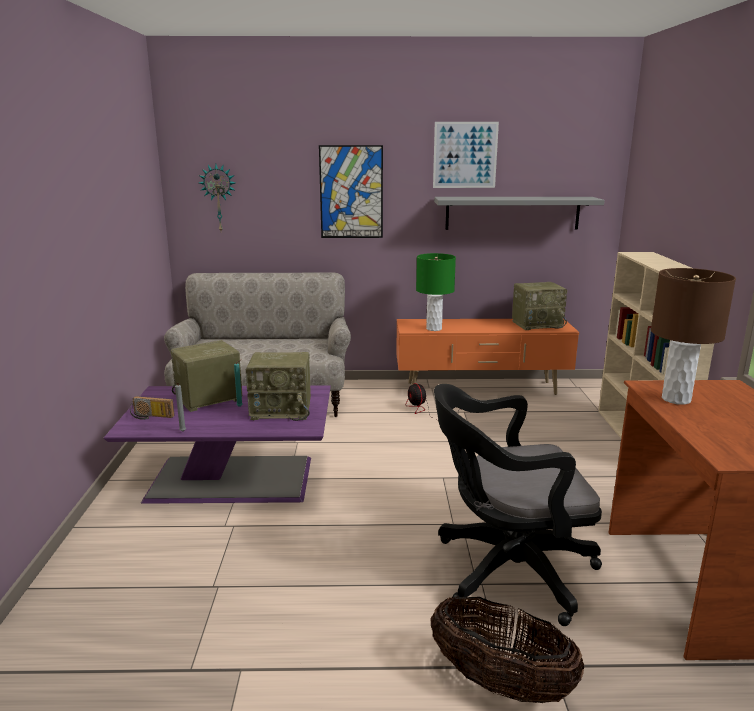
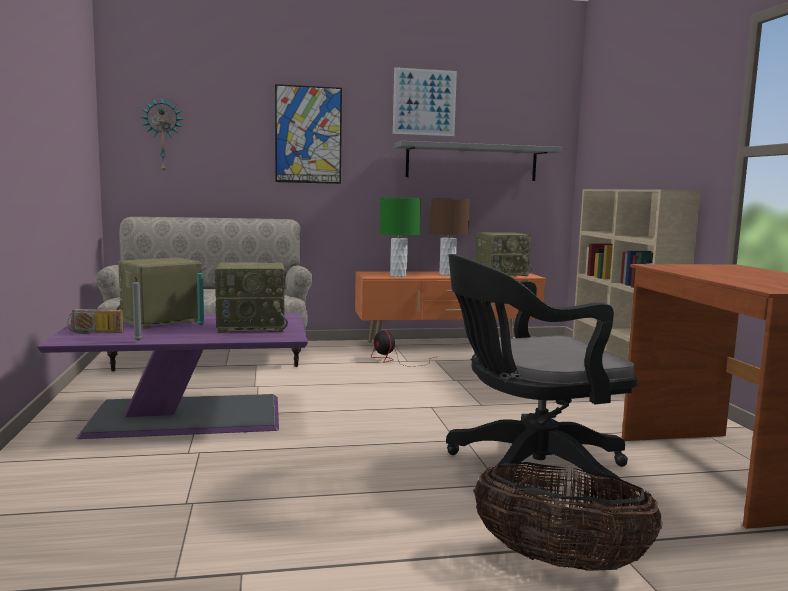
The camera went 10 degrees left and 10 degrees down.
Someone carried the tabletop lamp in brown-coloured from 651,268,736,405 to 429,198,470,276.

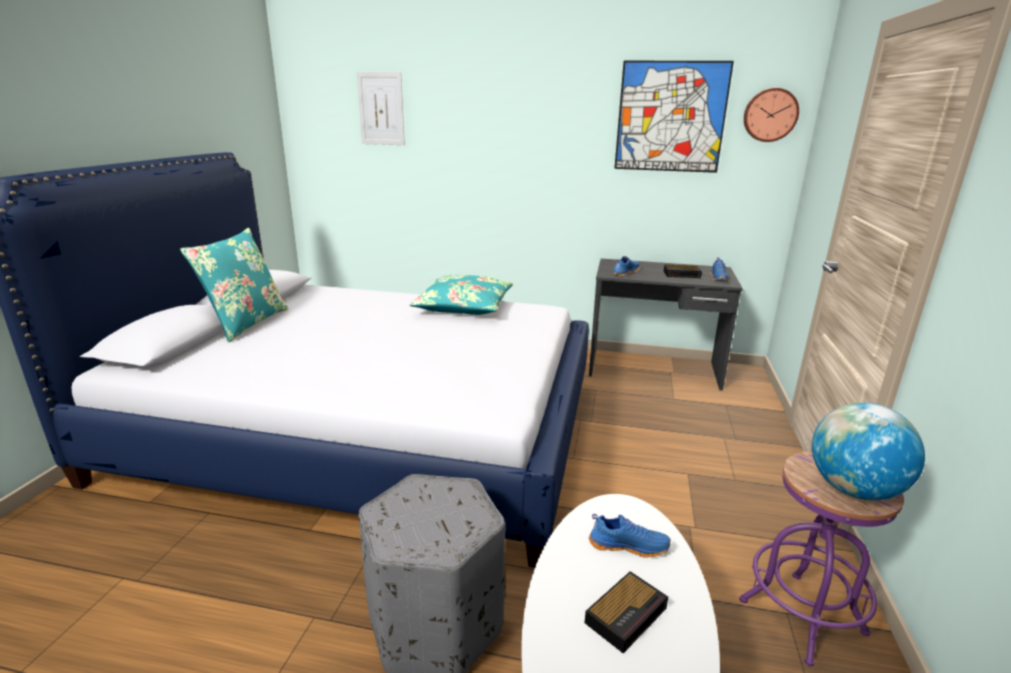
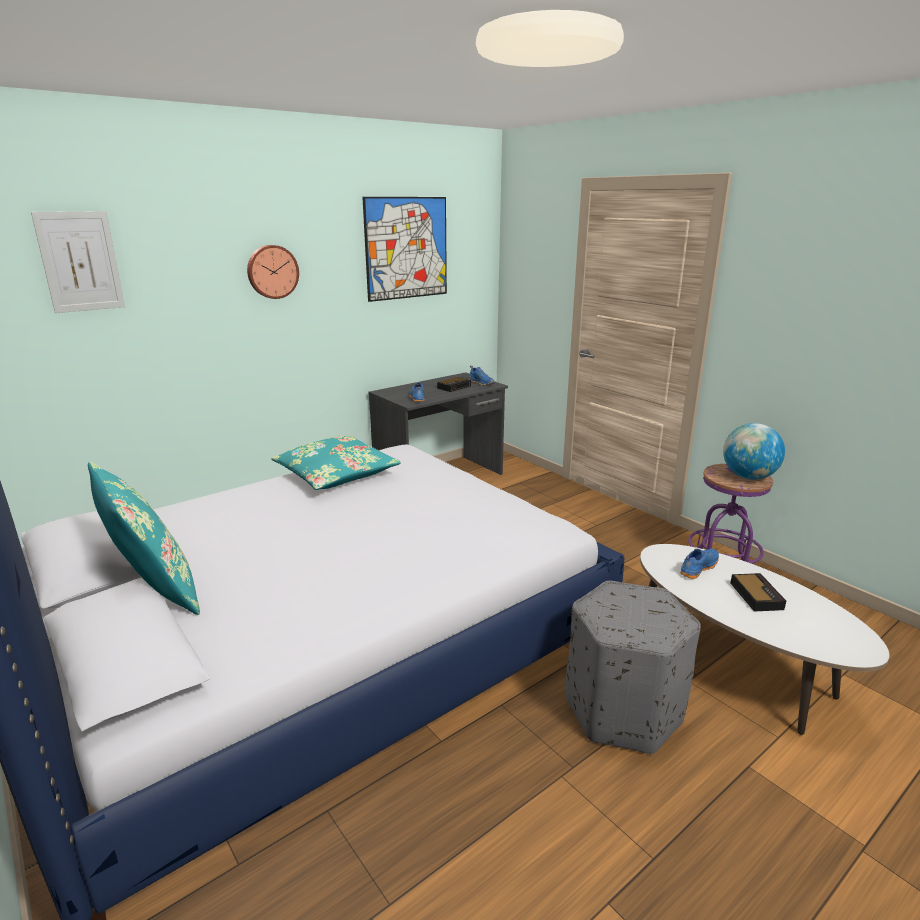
The camera went 50 degrees left and 0 degrees up.
Someone carried the clock on the wall from 744,88,799,142 to 247,245,299,299.

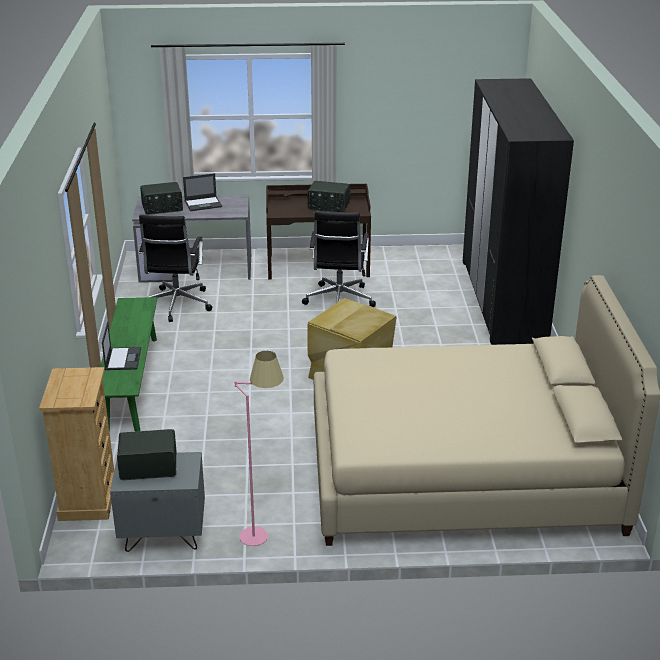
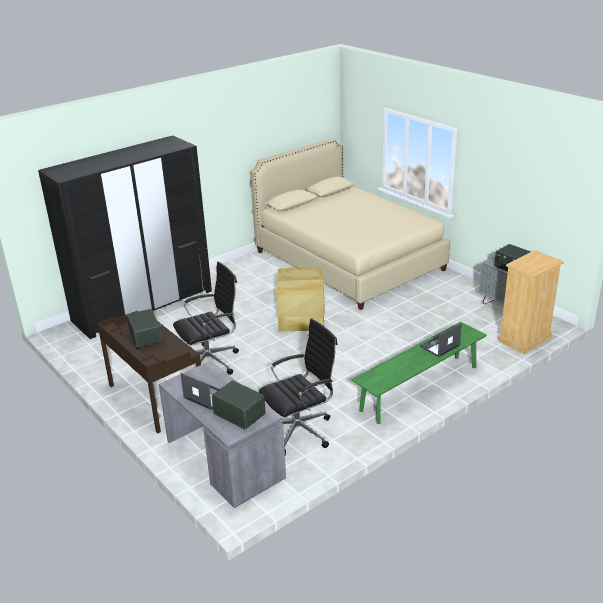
The camera went 125 degrees left and 0 degrees up.
Someone took away the floor lamp in pink at 235,351,284,546.

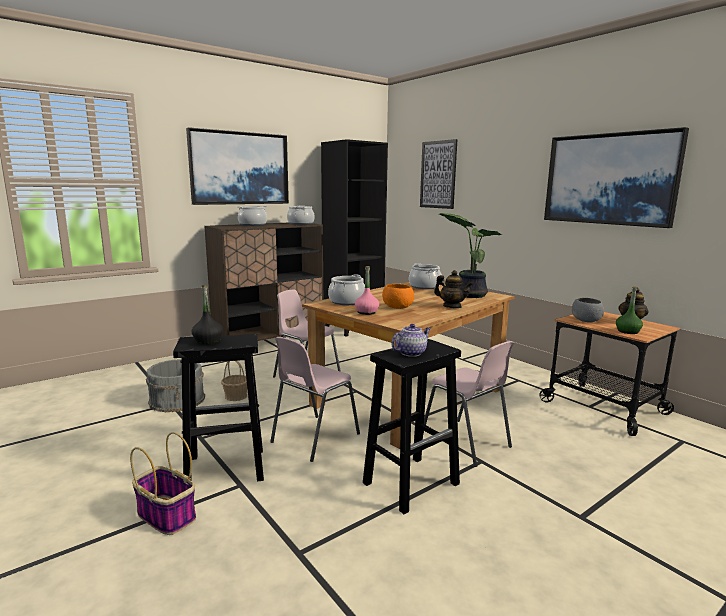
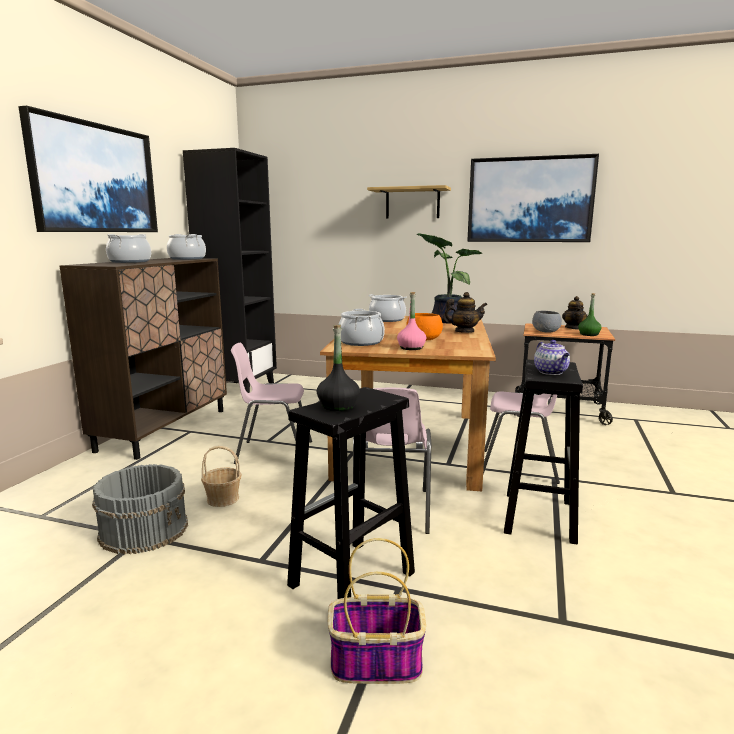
The camera went 35 degrees left and 0 degrees up.
Someone put up the bracket shelf at 367,185,451,219.
Someone rotated the teapot at 391,324,431,357 by 150 degrees clockwise.
Someone took away the wall art at 420,139,457,209.

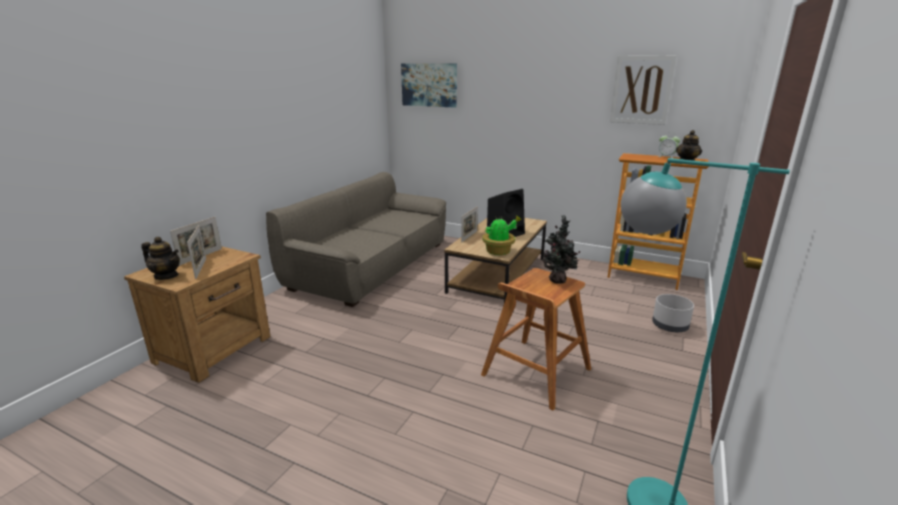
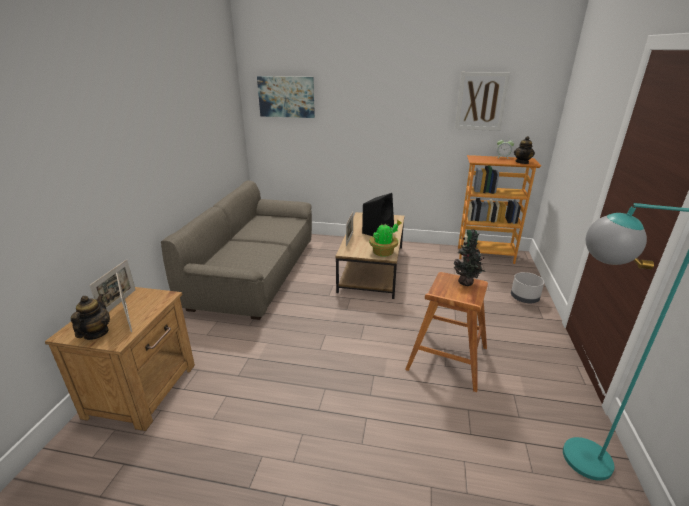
The camera went 15 degrees left and 5 degrees up.
Someone rotated the teapot at 141,237,180,280 by 90 degrees counterclockwise.

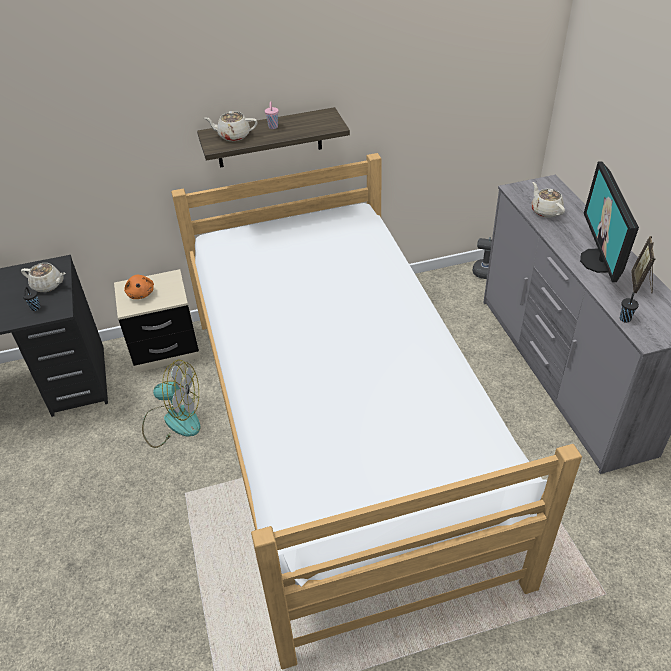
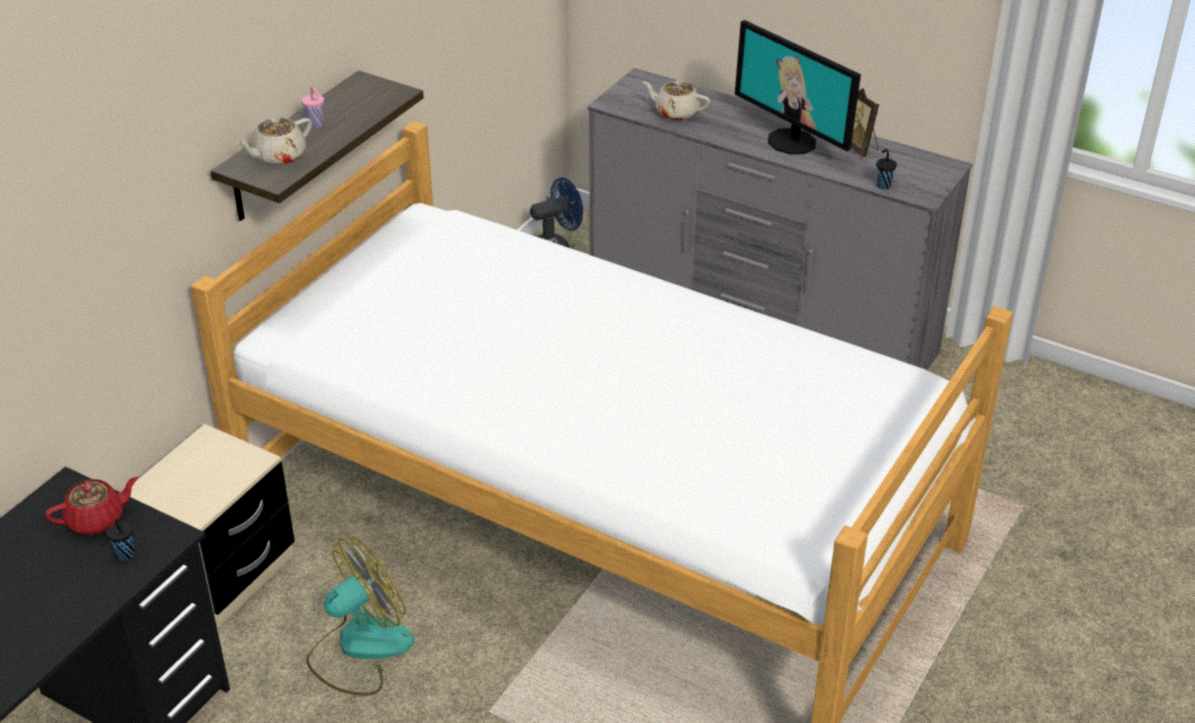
The camera went 45 degrees left and 5 degrees down.
Someone repainted the teapot in beige at 21,263,66,292, which became the teapot in red-coloured at 45,477,139,535.
Someone took away the cuddly toy in orangey at 124,275,154,299.

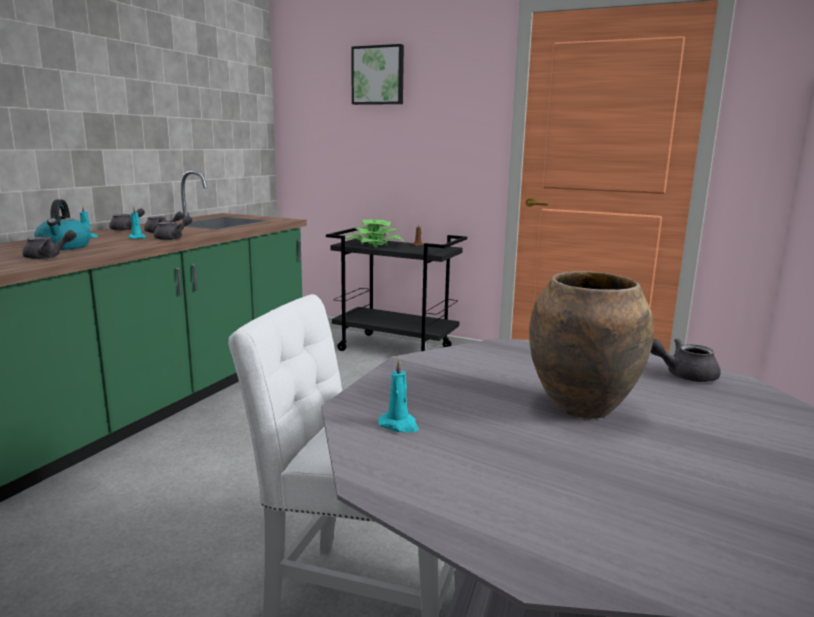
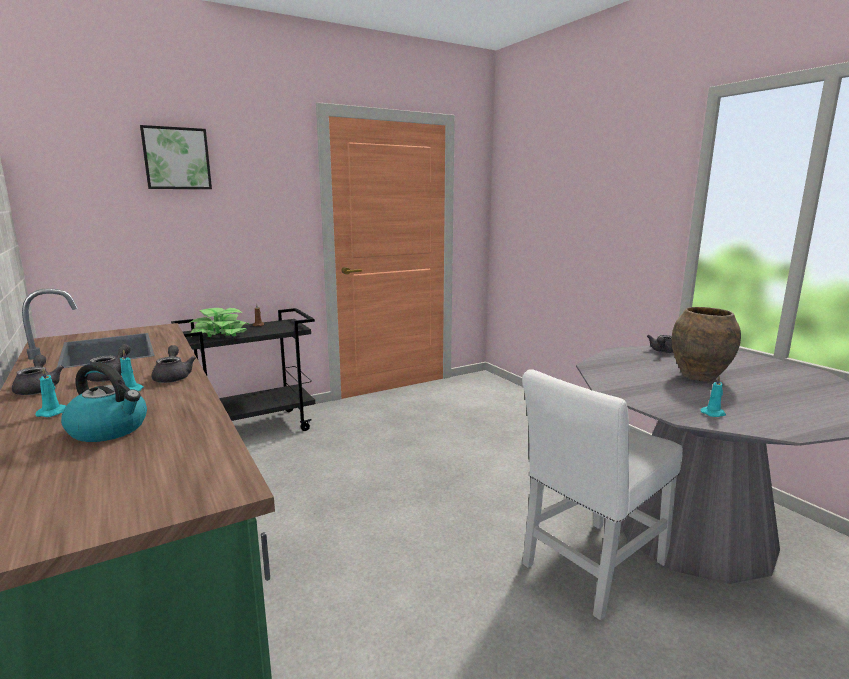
The camera went 55 degrees left and 0 degrees up.
Someone took away the teapot in grey at 22,230,77,259.

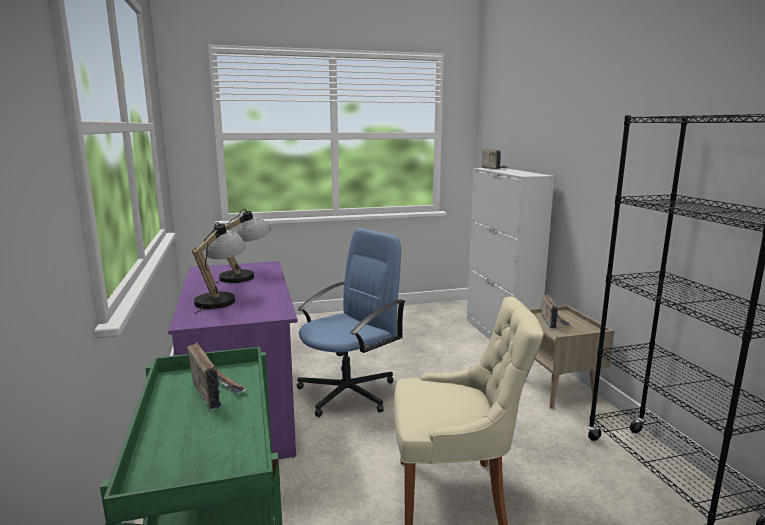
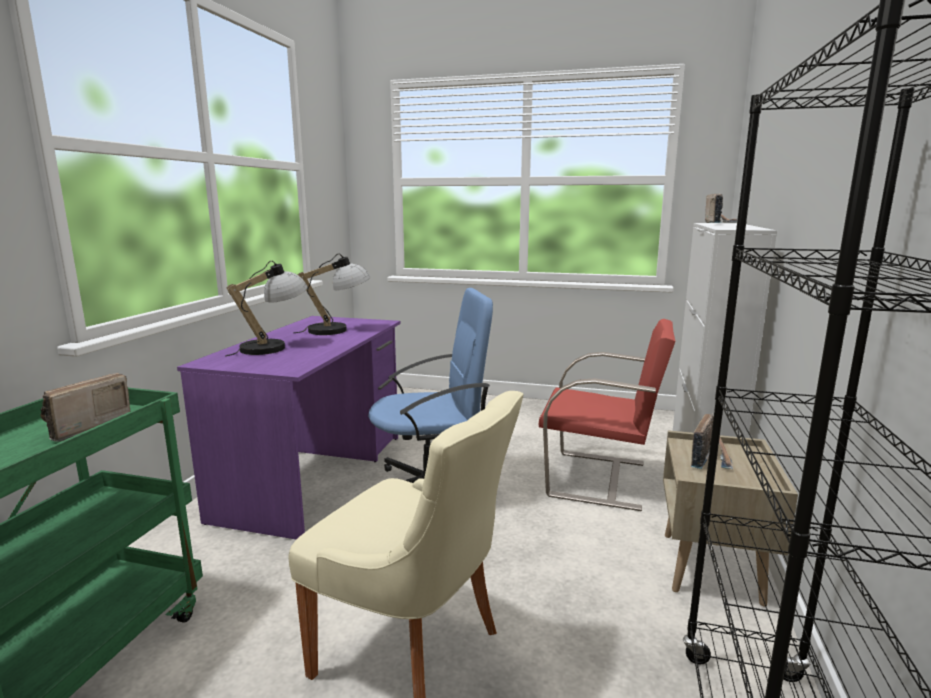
The camera went 30 degrees right and 0 degrees up.
Someone rotated the radio at 187,343,248,411 by 150 degrees counterclockwise.
Someone put down the chair in red-coloured at 539,319,676,511.

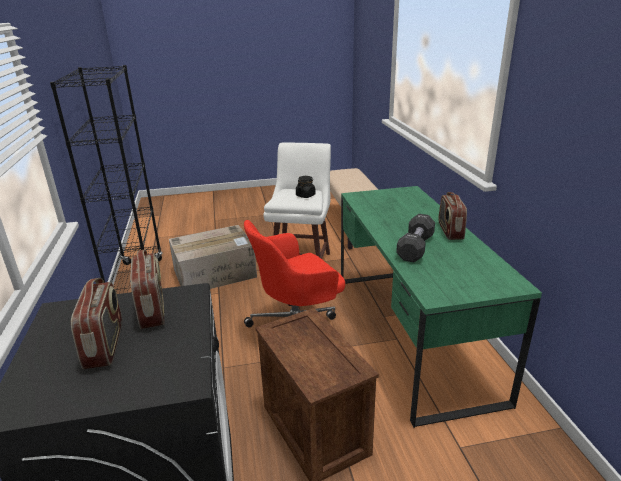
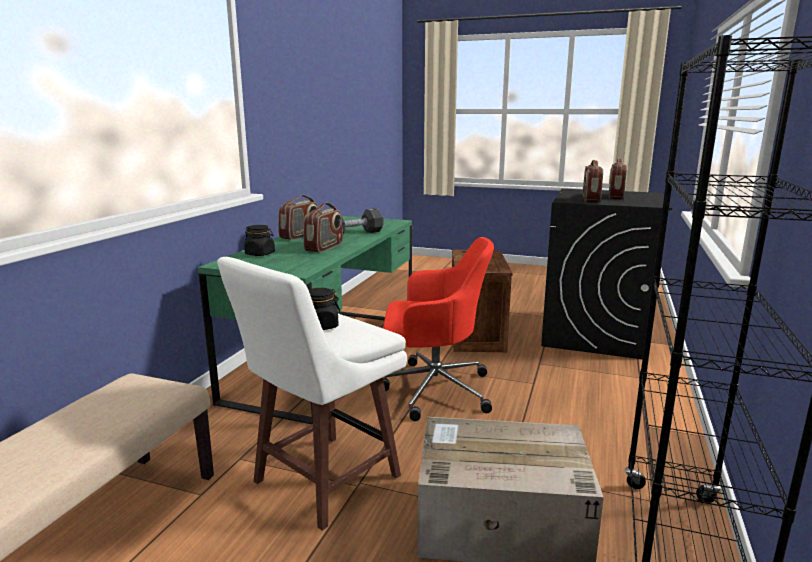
The camera went 150 degrees left and 10 degrees down.
Someone put down the preserve jar in black at 244,225,275,256.
Someone put down the radio at 303,203,343,252.

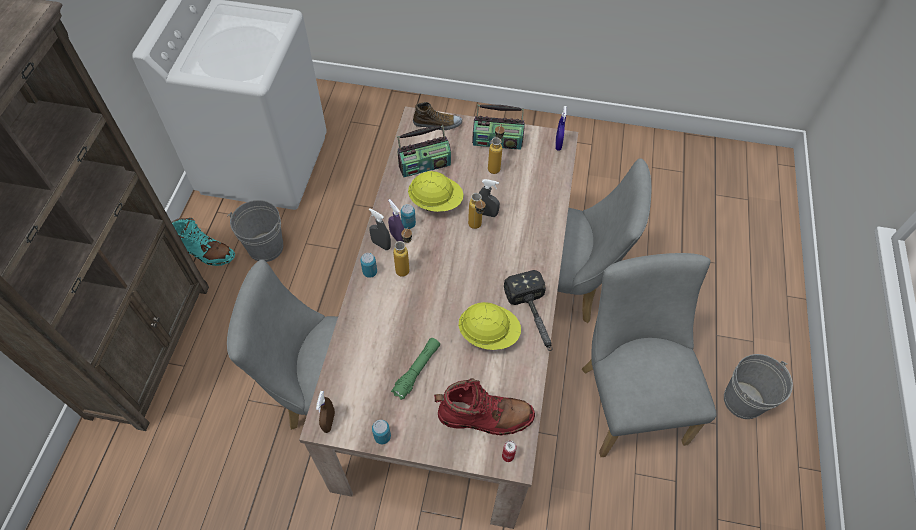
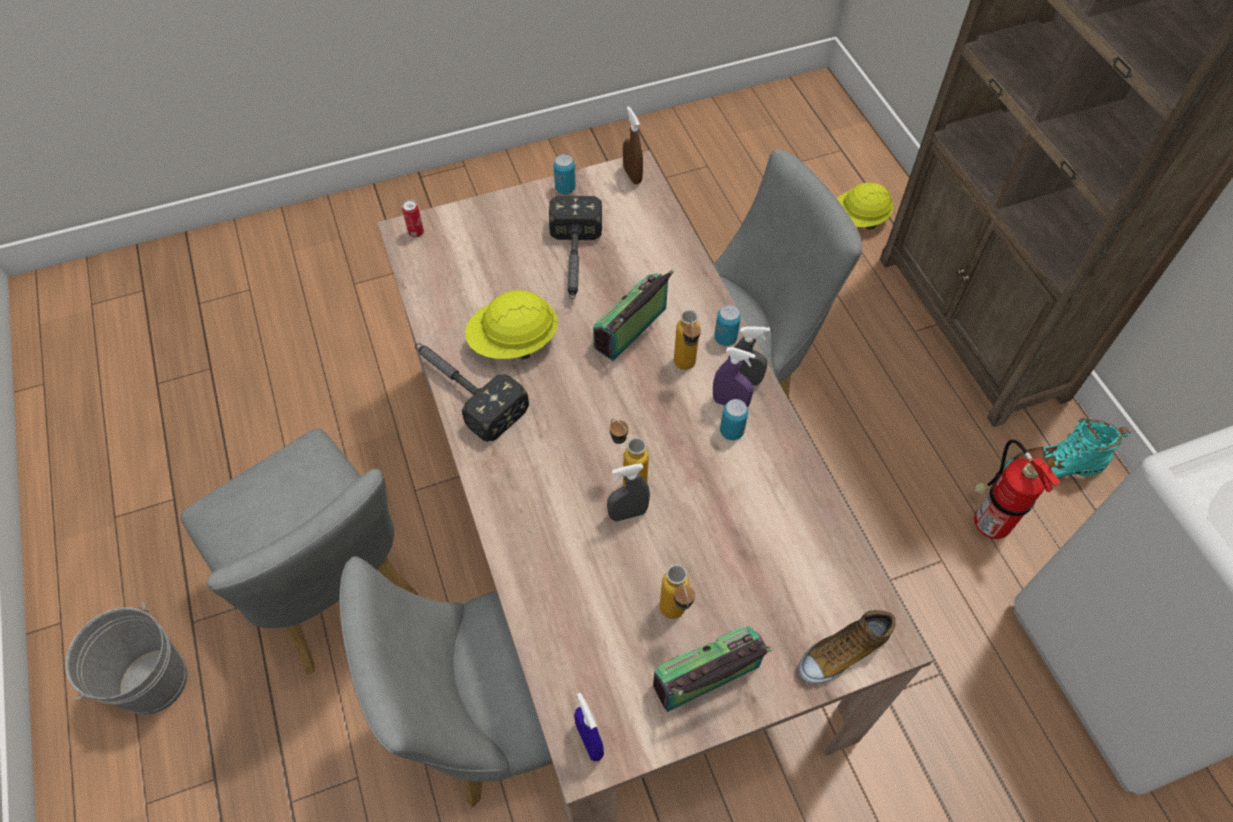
The camera went 150 degrees right and 0 degrees up.
Someone swapped the hand torch in greenish at 391,338,440,400 for the hand hammer at 549,196,602,299.
Someone carried the radio from 397,125,451,177 to 593,270,674,361.
Someone carried the work helmet in yellowish from 408,171,464,212 to 837,182,893,230.
Someone swapped the bucket in grey at 227,200,283,262 for the fire extinguisher at 974,439,1060,539.
Someone took away the tall boot in red-coloured at 434,378,535,435.

